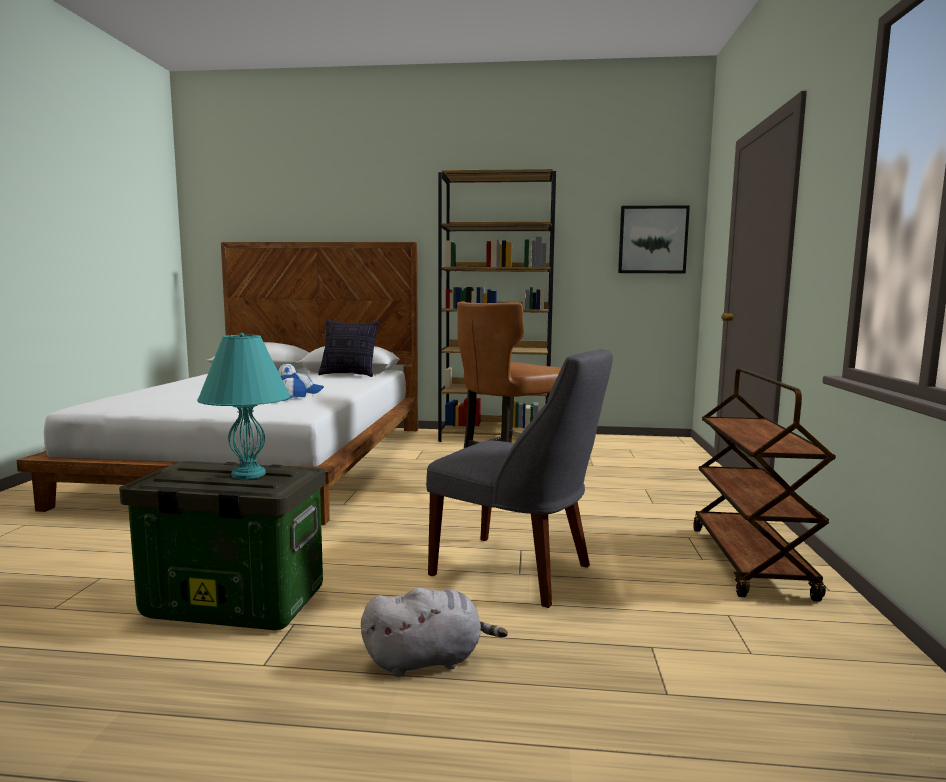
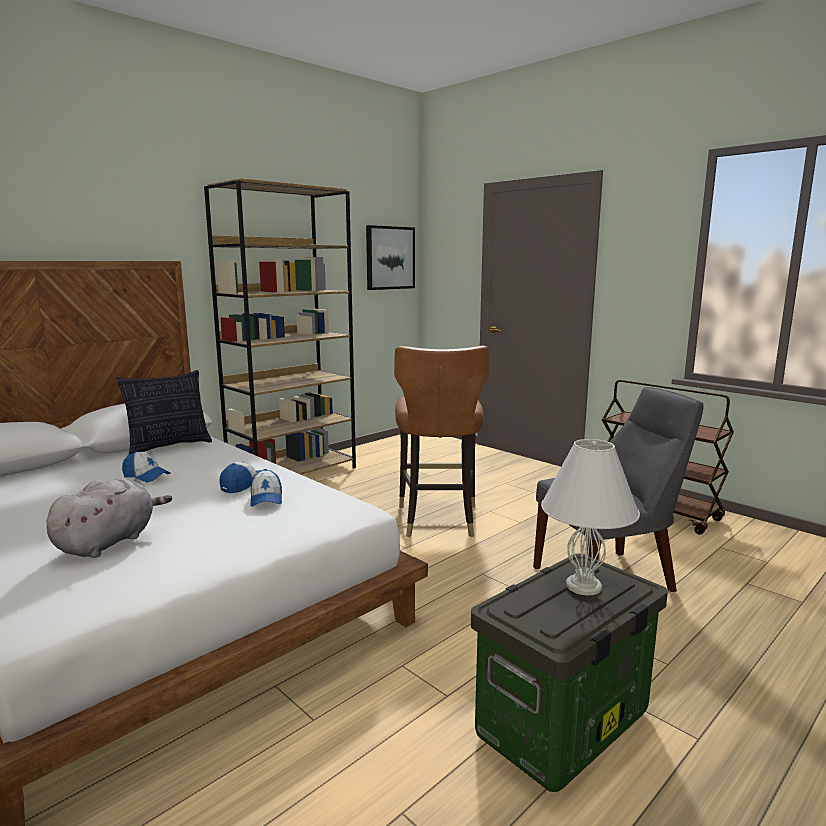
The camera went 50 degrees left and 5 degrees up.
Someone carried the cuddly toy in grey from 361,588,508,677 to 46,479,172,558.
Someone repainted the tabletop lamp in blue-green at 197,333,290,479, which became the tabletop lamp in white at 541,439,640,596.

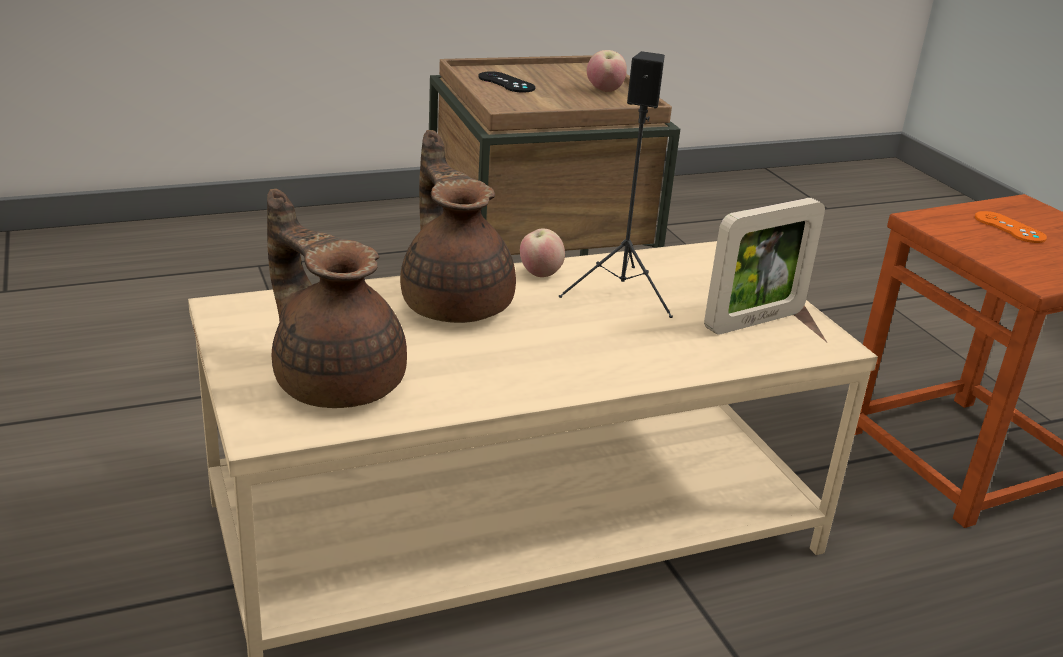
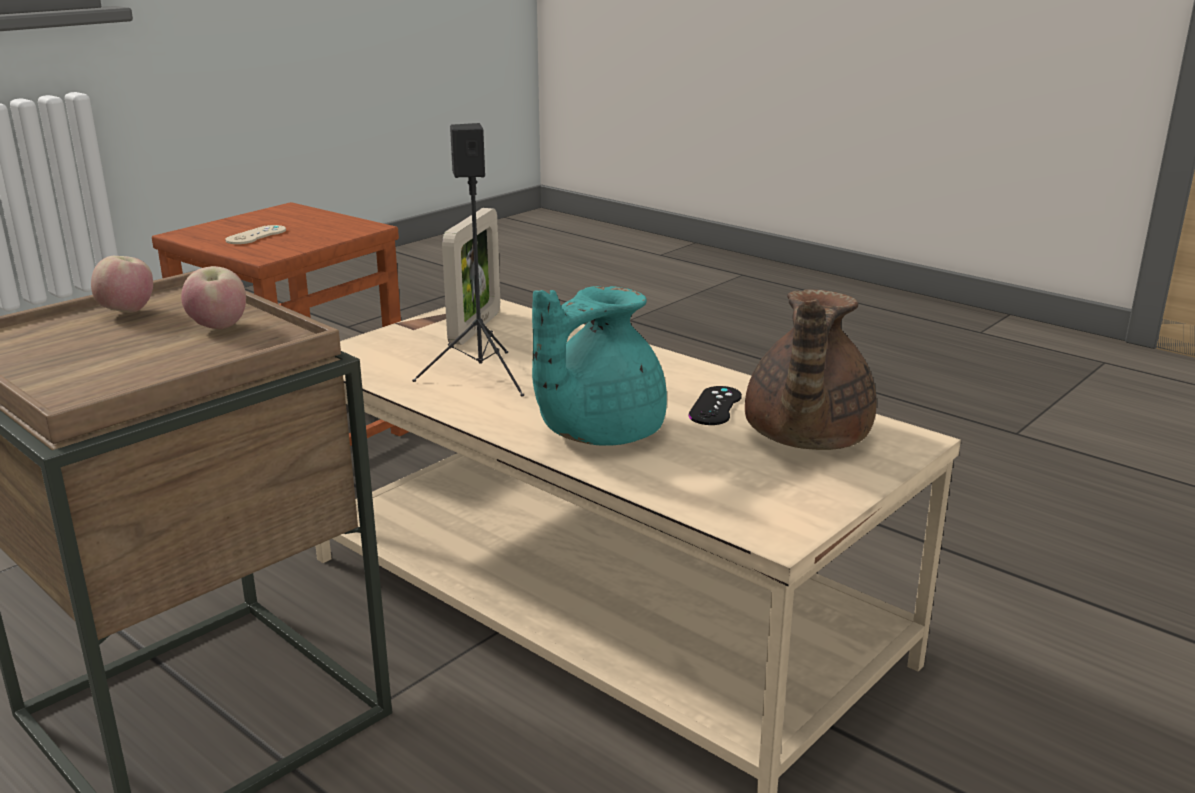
The camera went 115 degrees left and 5 degrees down.
Someone carried the apple fruit from 520,228,565,277 to 181,266,246,329.
Someone repainted the joypad in orangey at 975,211,1047,243, which became the joypad in beige at 225,225,286,244.
Someone rotated the picture frame at 704,198,825,335 by 75 degrees clockwise.
Someone repainted the teapot in brown-coloured at 400,130,516,323, which became the teapot in blue-green at 532,286,667,446.
Someone carried the joypad in black from 478,71,535,93 to 689,386,742,425.

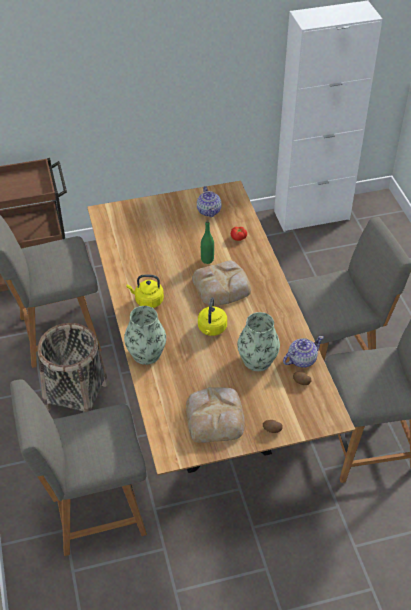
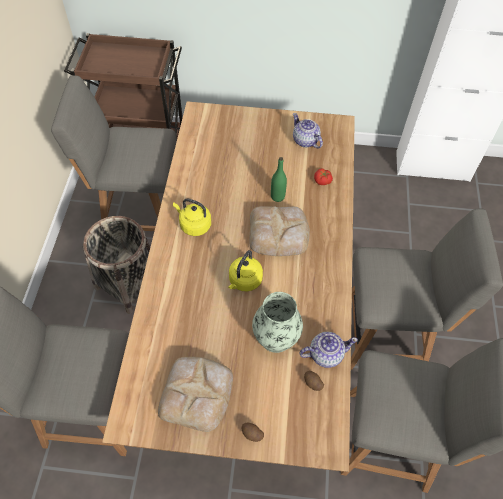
The camera went 20 degrees right and 10 degrees up.
Someone rotated the teapot at 197,186,221,217 by 135 degrees clockwise.
Someone took away the flower vase at 124,306,166,365.

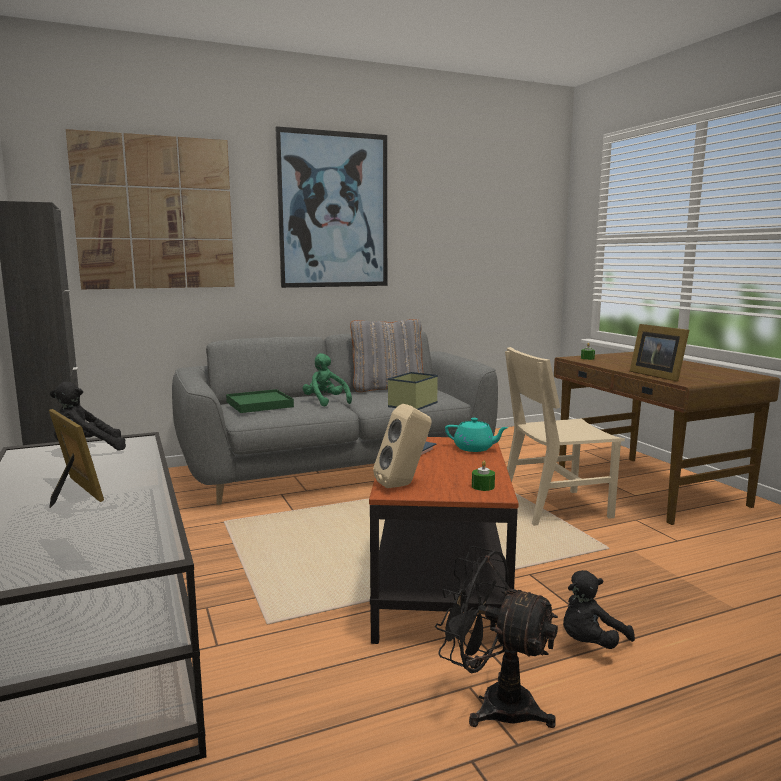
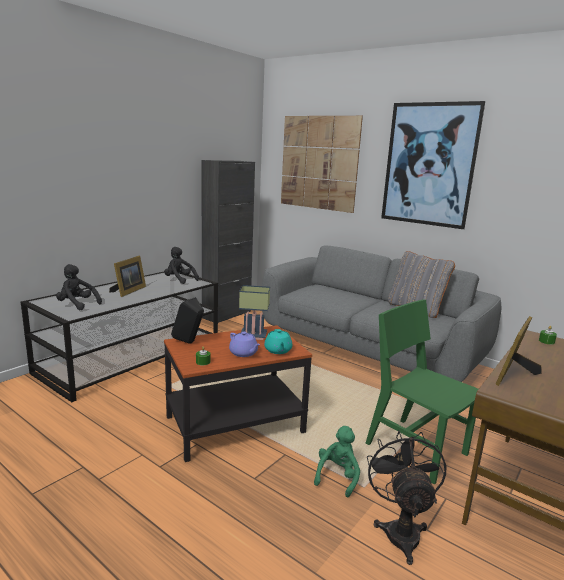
The camera went 60 degrees right and 5 degrees up.
Someone carried the cuddly toy in black from 563,570,635,649 to 56,264,102,310.
Someone repainted the speaker in beige at 373,404,431,488, which became the speaker in black at 171,297,204,344.
Someone put down the teapot in purple at 229,332,260,357.
Someone carried the cuddly toy in greenish from 302,353,352,406 to 314,426,360,497.
Someone repainted the chair in beige at 505,347,625,526, which became the chair in greenish at 366,299,478,485.
Someone carried the fan in black from 435,546,558,728 to 367,429,447,565.
Someone took away the tray in greenish at 226,389,294,413.

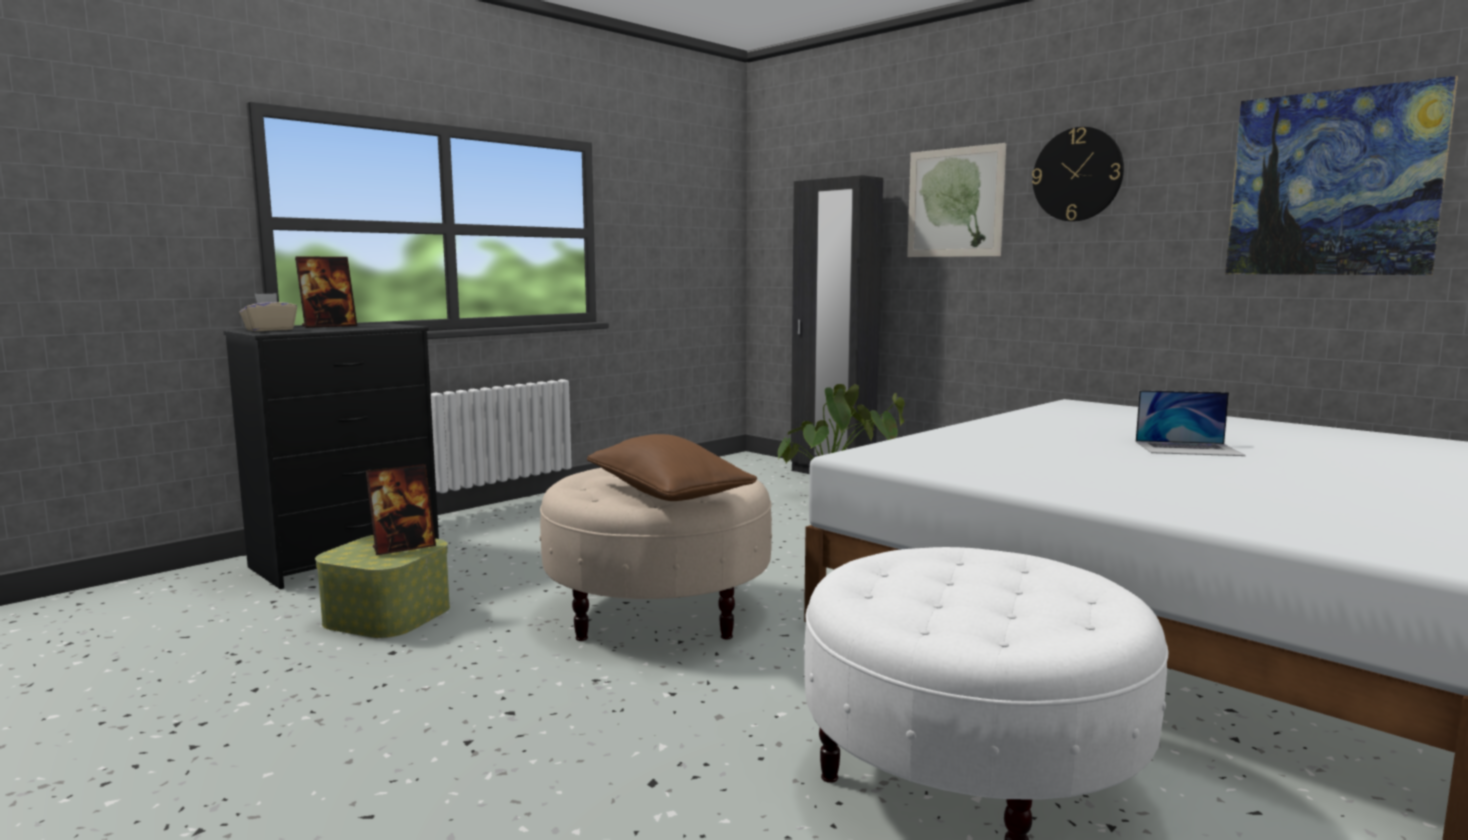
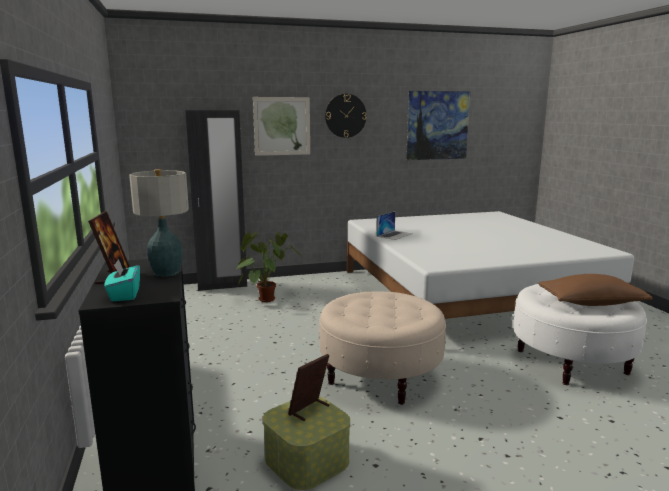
The camera went 60 degrees left and 5 degrees up.
Someone repainted the tissue holder in beige at 239,293,297,331, which became the tissue holder in blue-green at 104,259,140,301.
Someone put down the tabletop lamp at 129,169,189,277.
Someone rotated the picture frame at 366,464,436,555 by 135 degrees counterclockwise.
Someone carried the notebook computer from 1136,390,1246,456 to 377,211,412,240.
Someone carried the throw pillow in brown-coloured from 587,434,757,501 to 538,274,653,306.

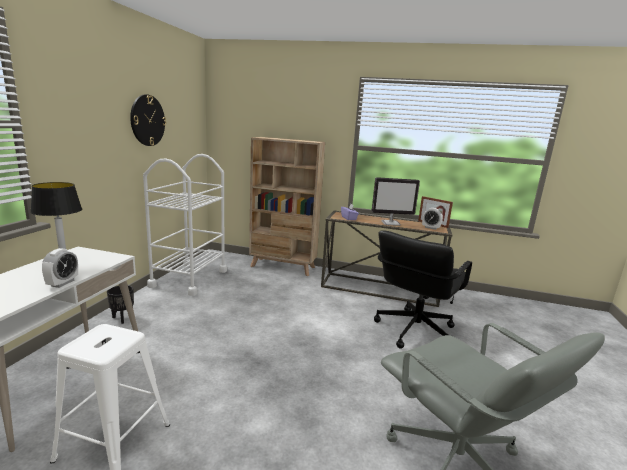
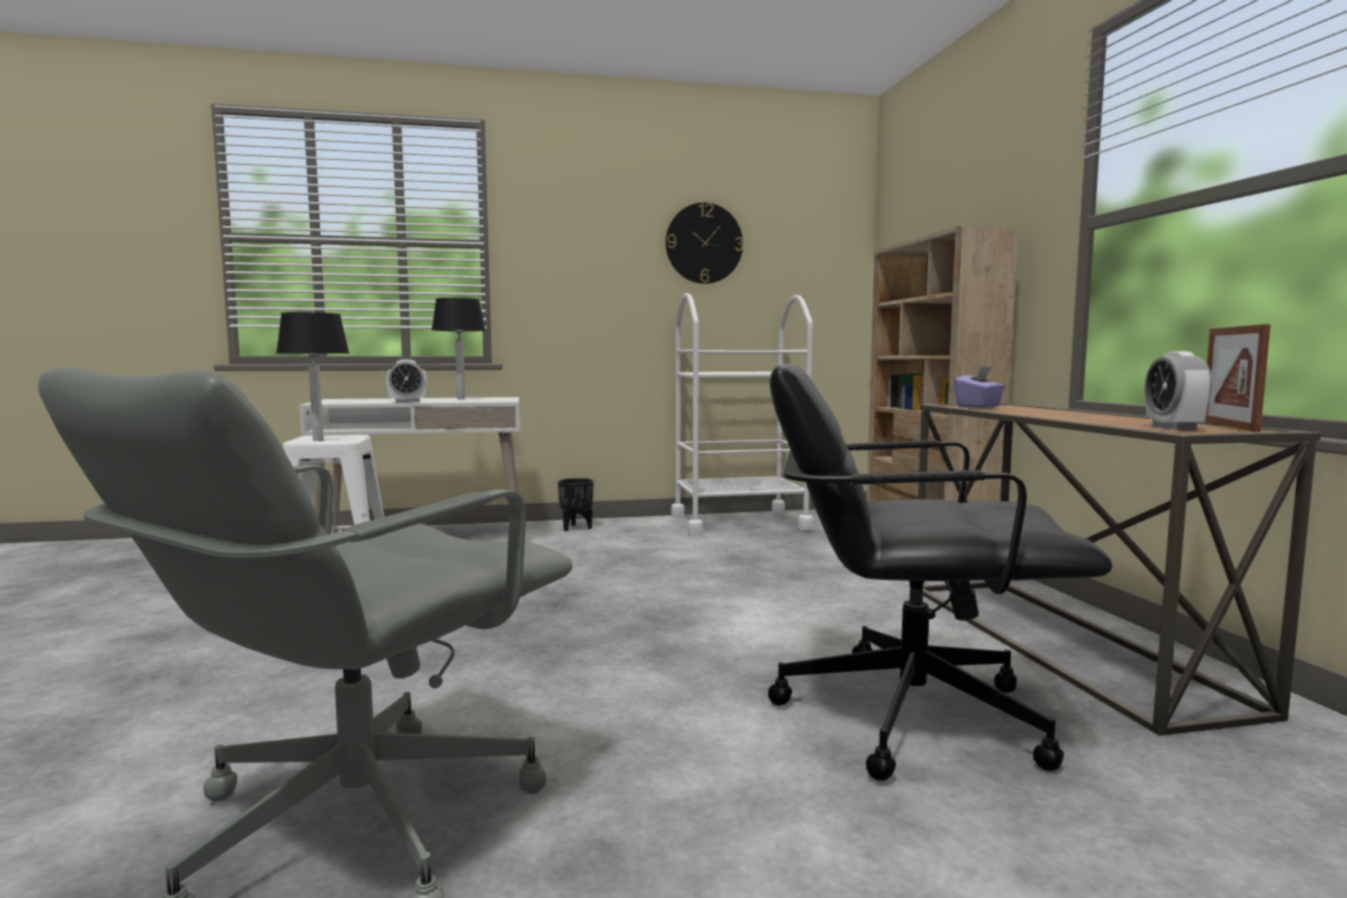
The camera went 65 degrees right and 10 degrees down.
Someone put down the tabletop lamp at 276,312,349,441.
Someone took away the monitor at 372,177,420,226.

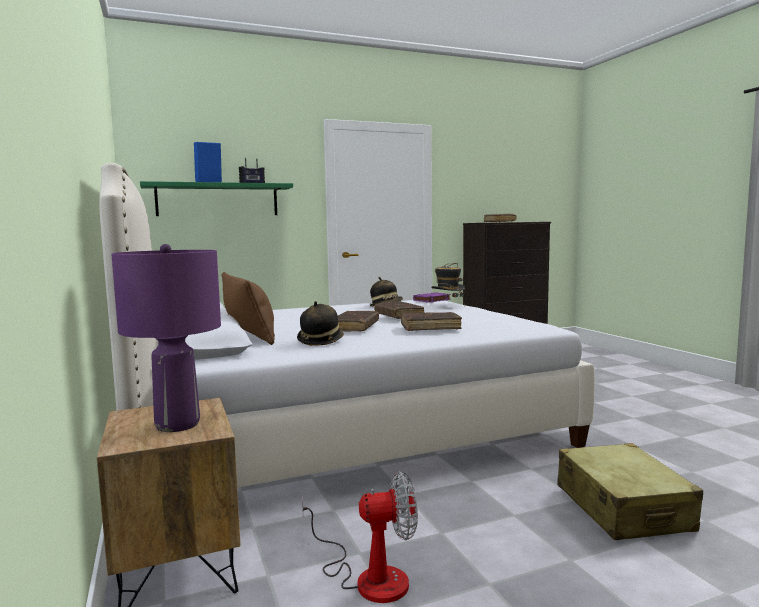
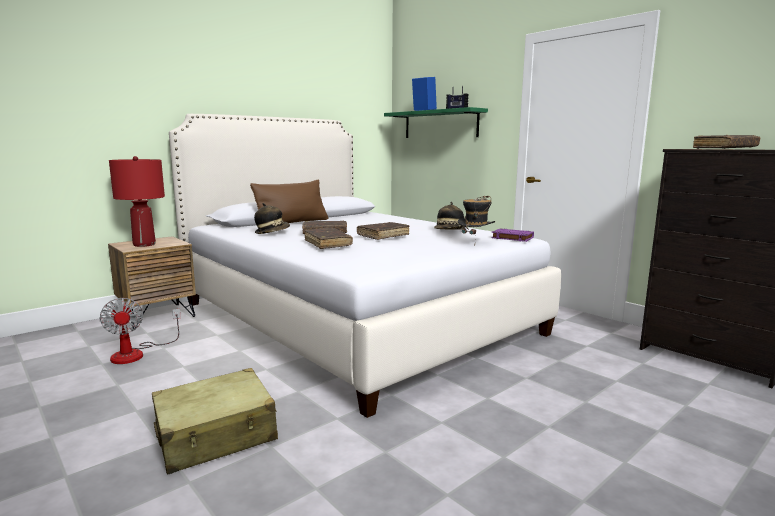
The camera went 70 degrees right and 5 degrees up.
Someone repainted the tabletop lamp in purple at 111,244,221,432, which became the tabletop lamp in red-coloured at 109,156,165,247.

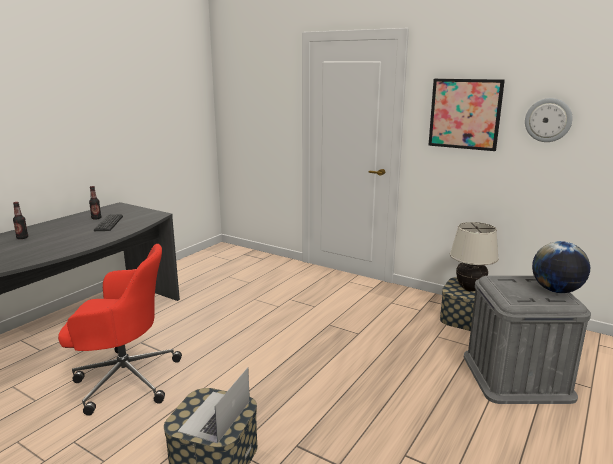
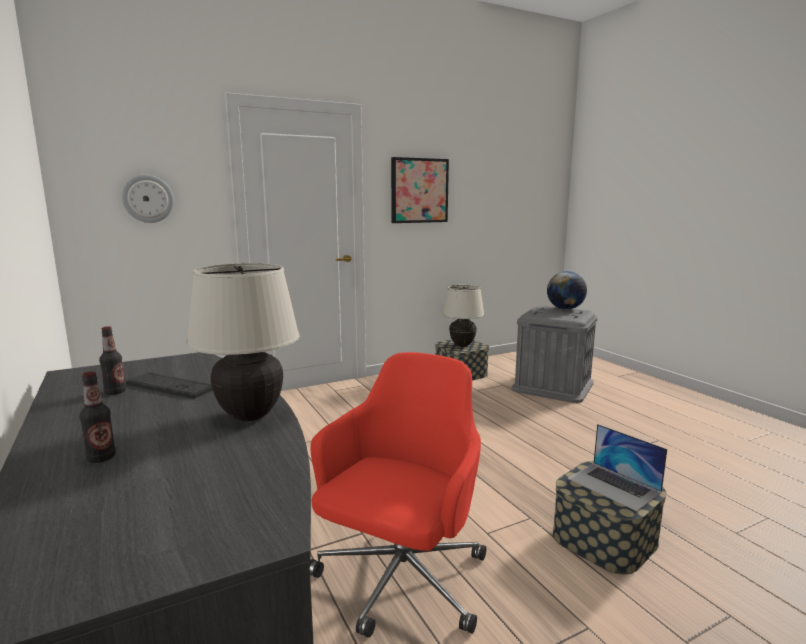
The camera went 60 degrees left and 5 degrees down.
Someone carried the clock on the wall from 525,98,573,142 to 122,175,174,223.
Someone put down the tabletop lamp in beige at 186,263,300,421.

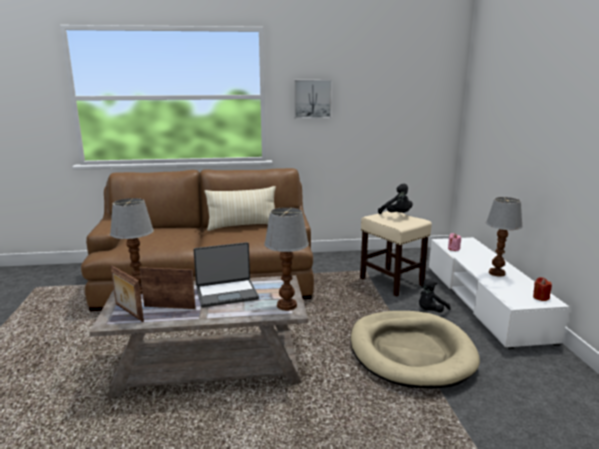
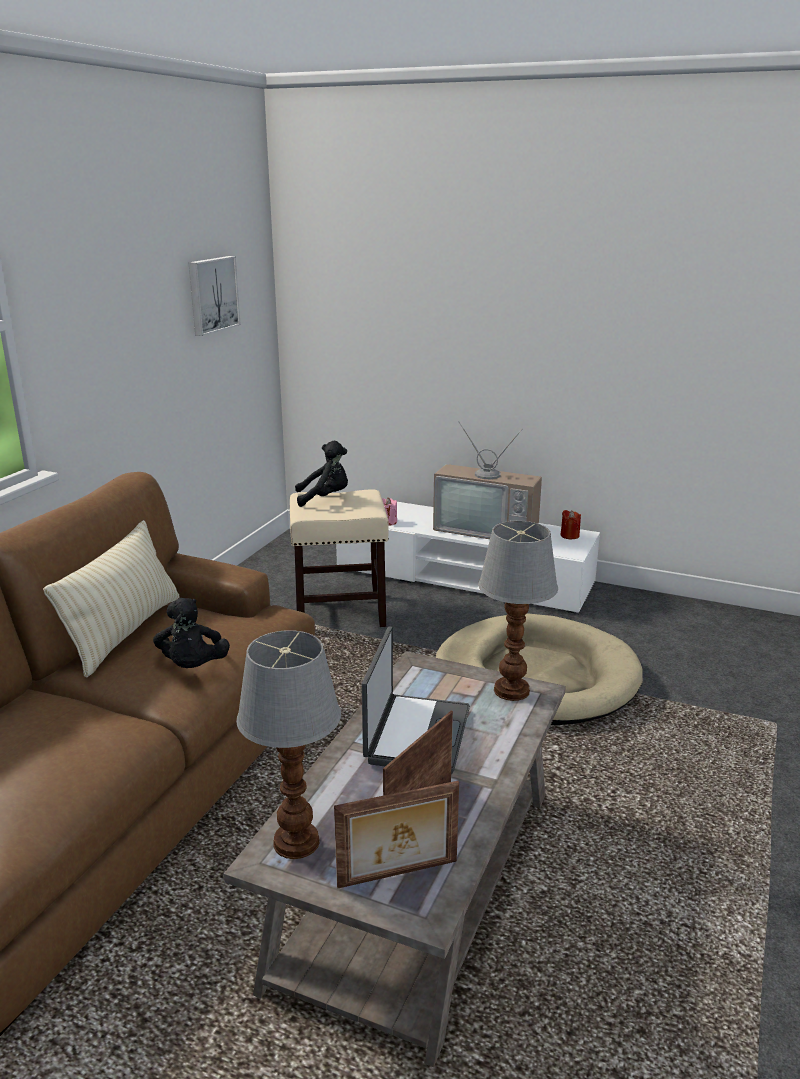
The camera went 60 degrees left and 5 degrees up.
Someone carried the cuddly toy in black from 419,279,451,313 to 153,598,230,668.
Someone carried the wall art from 294,80,332,118 to 188,256,241,336.
Someone swapped the tabletop lamp at 486,197,523,277 for the TV at 433,422,542,539.

